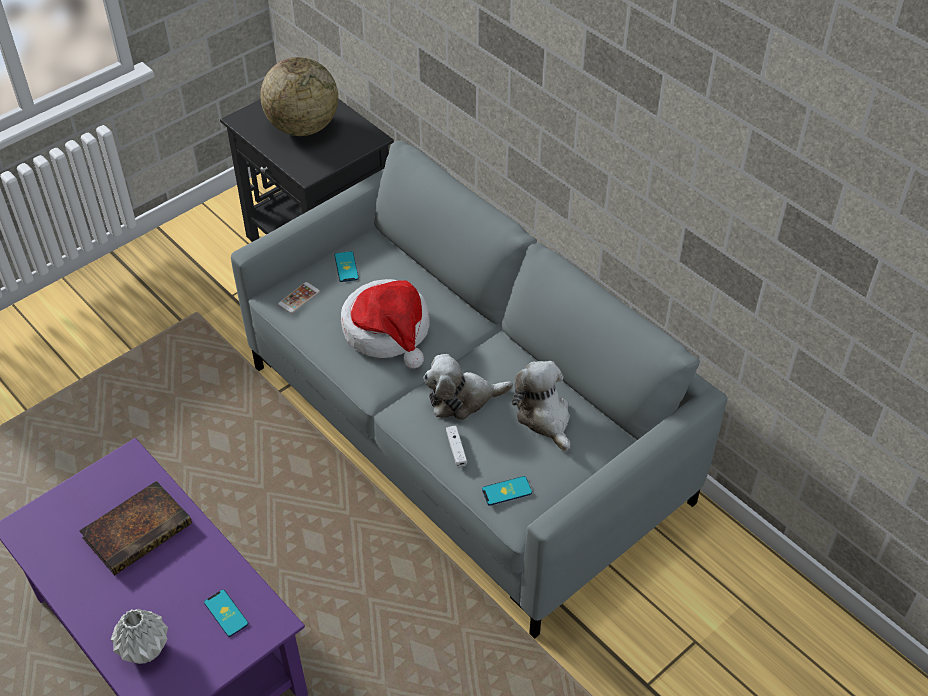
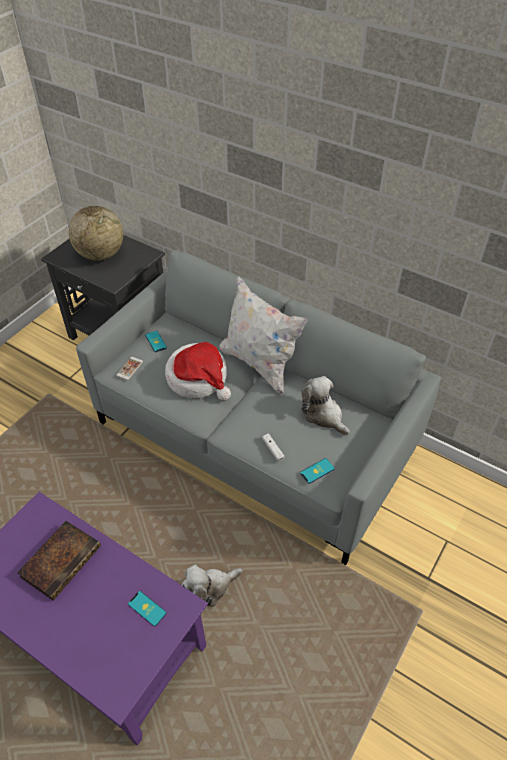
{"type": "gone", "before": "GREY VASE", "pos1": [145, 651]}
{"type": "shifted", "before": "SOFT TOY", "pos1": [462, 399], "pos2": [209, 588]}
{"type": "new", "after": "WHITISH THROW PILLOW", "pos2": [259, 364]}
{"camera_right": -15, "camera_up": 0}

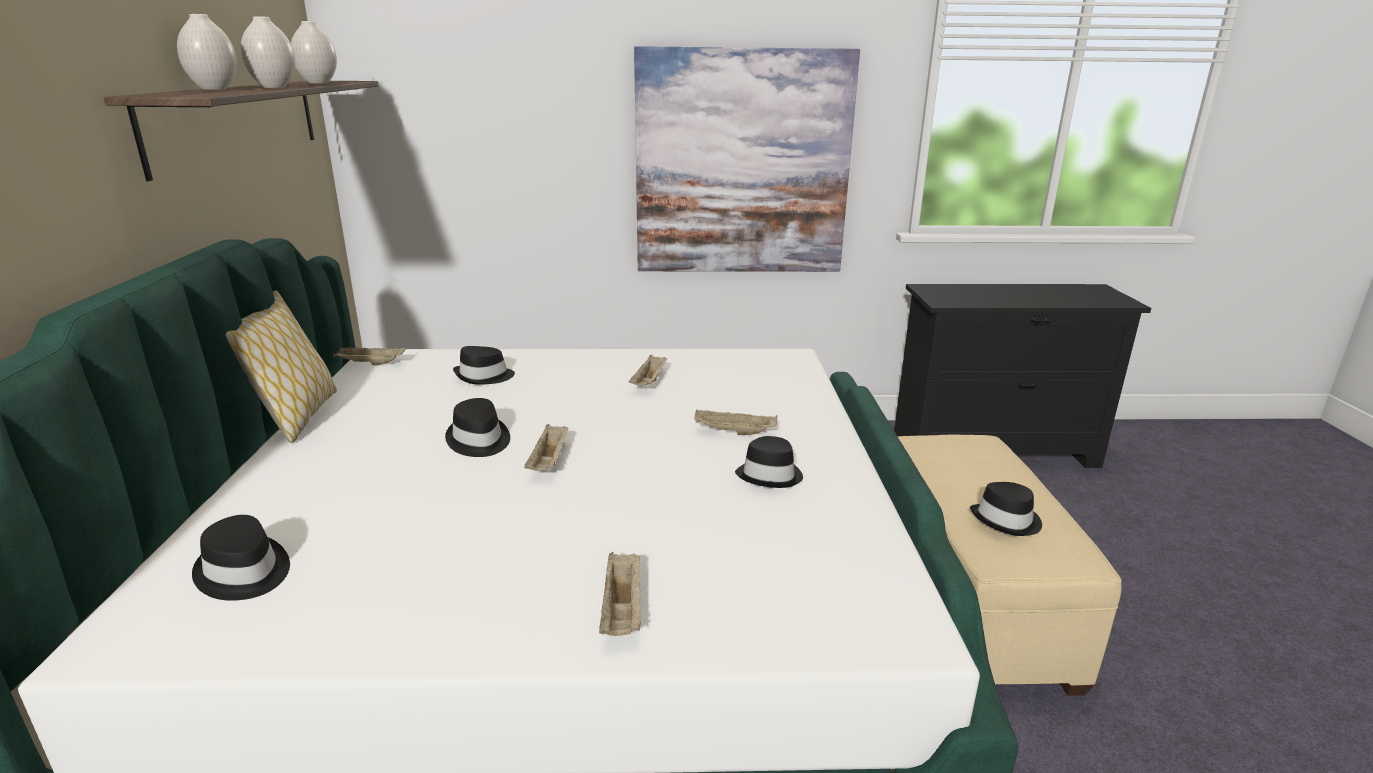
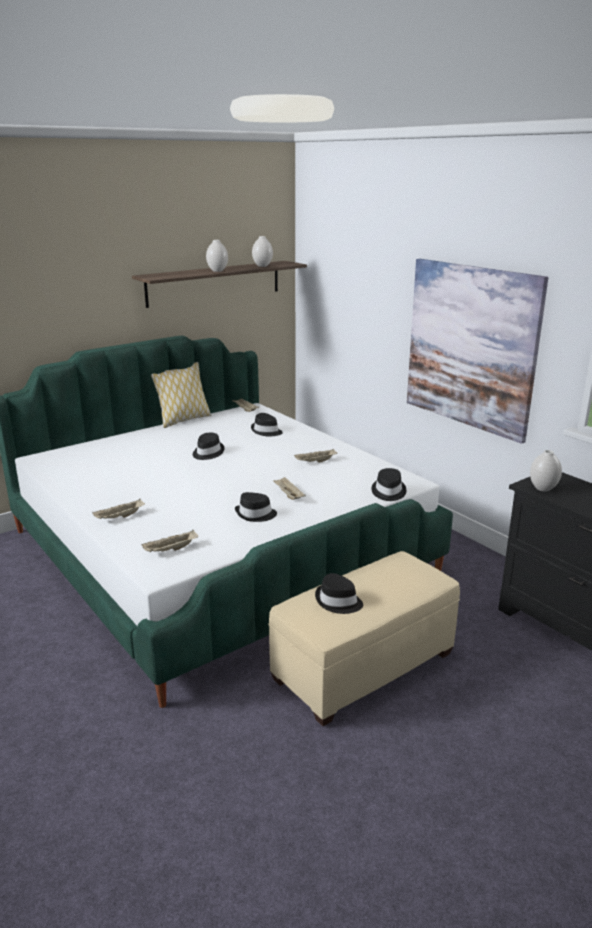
{"type": "shifted", "before": "WHITISH VASE", "pos1": [215, 89], "pos2": [543, 488]}
{"type": "shifted", "before": "BLACK WEARABLE HAT", "pos1": [243, 573], "pos2": [388, 492]}
{"type": "shifted", "before": "BEIGE CARRYING TRAY", "pos1": [549, 462], "pos2": [170, 550]}
{"camera_right": 55, "camera_up": 0}

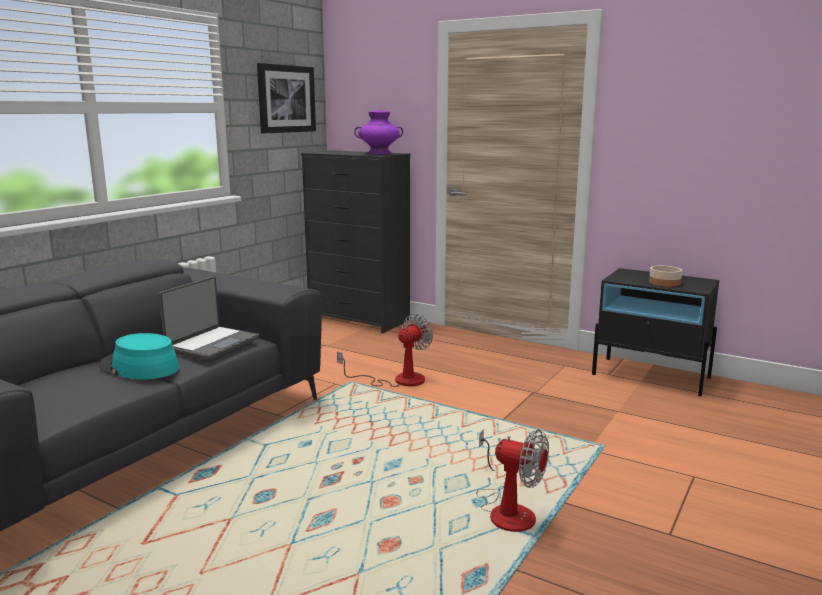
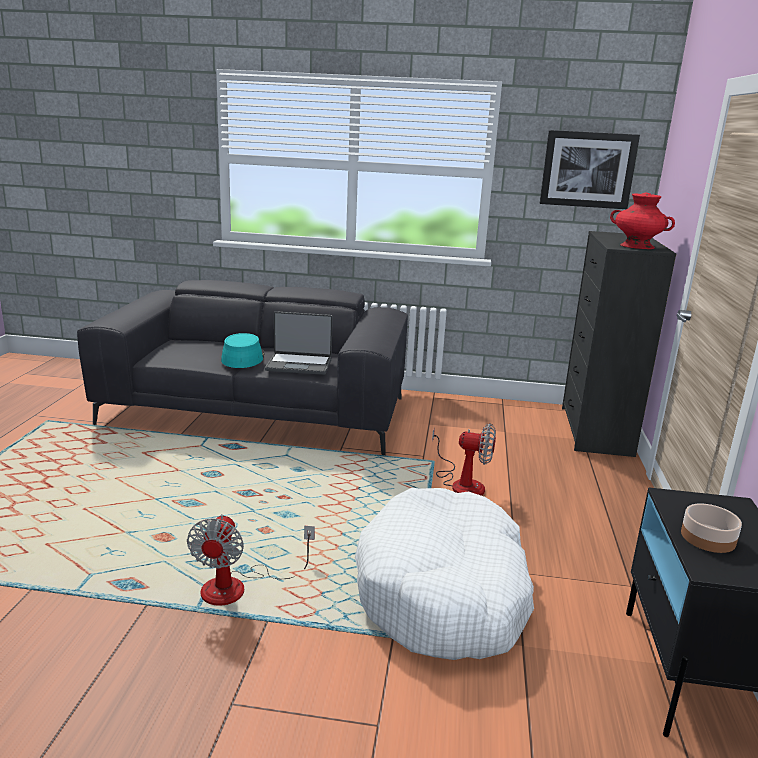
{"type": "repainted", "before": "PURPLE-COLOURED VASE", "after": "REDDISH VASE", "pos1": [379, 153], "pos2": [636, 246]}
{"type": "new", "after": "WHITISH PET BED", "pos2": [444, 593]}
{"camera_right": 65, "camera_up": 5}

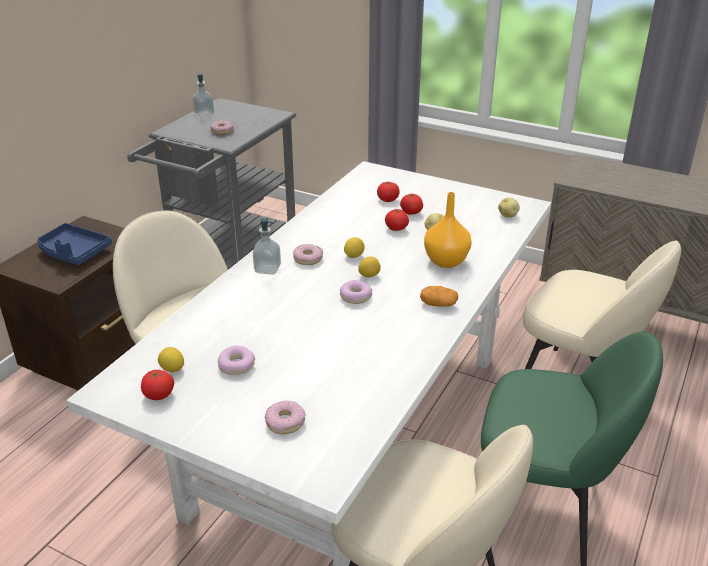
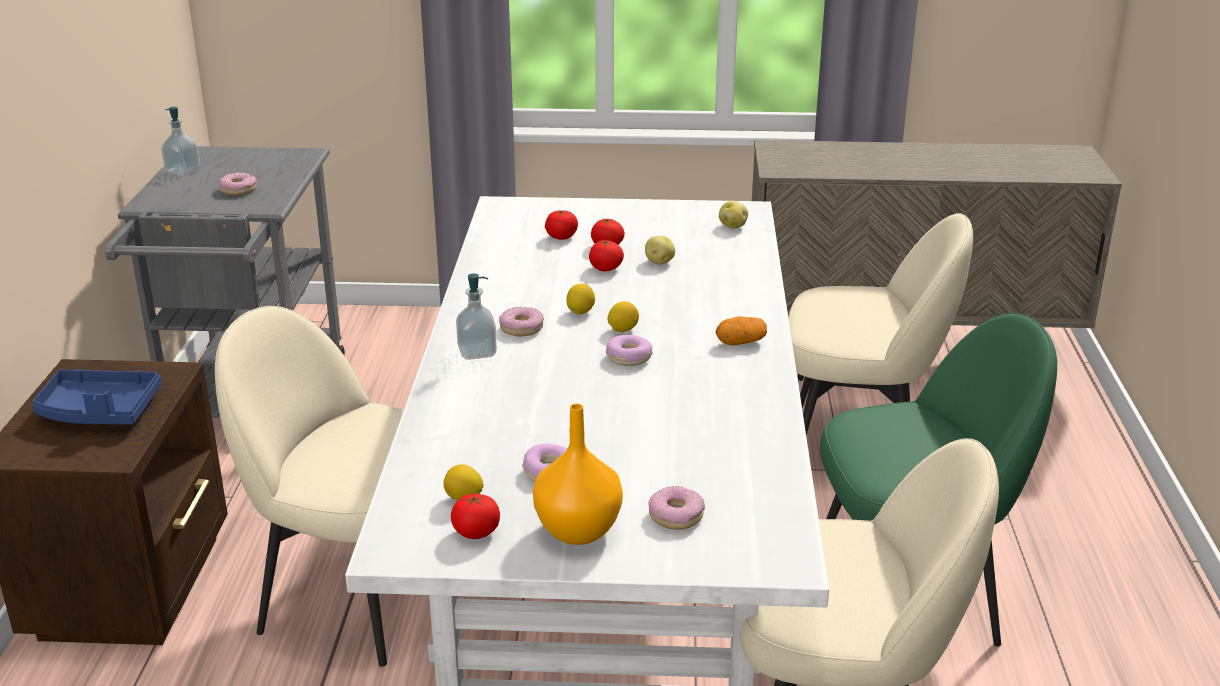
{"type": "shifted", "before": "ORANGE-COLOURED VASE", "pos1": [445, 261], "pos2": [576, 531]}
{"camera_right": -25, "camera_up": -5}

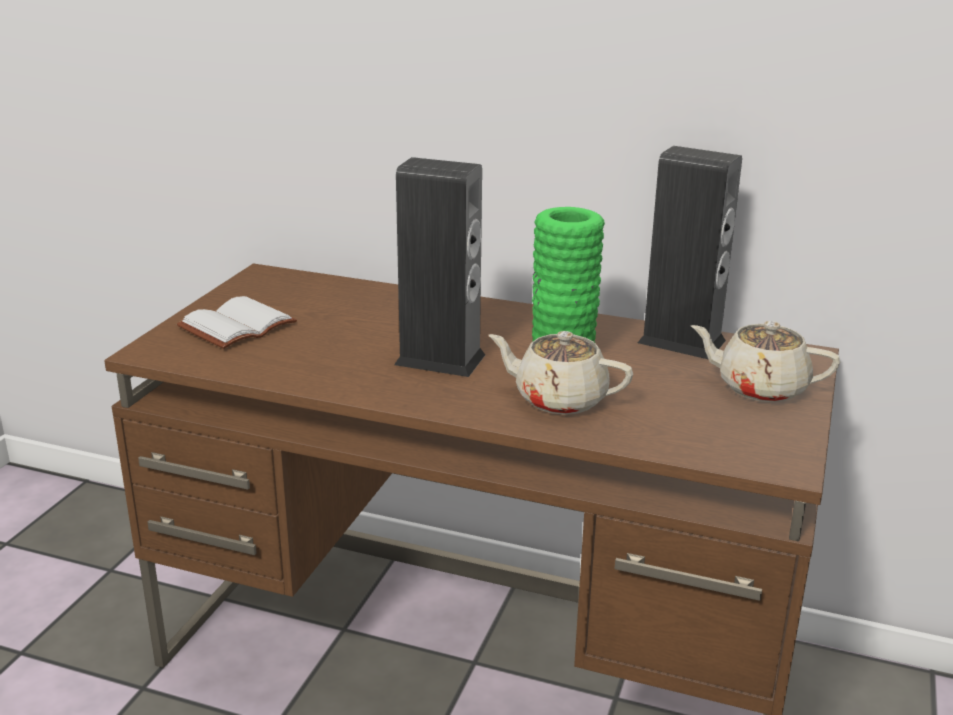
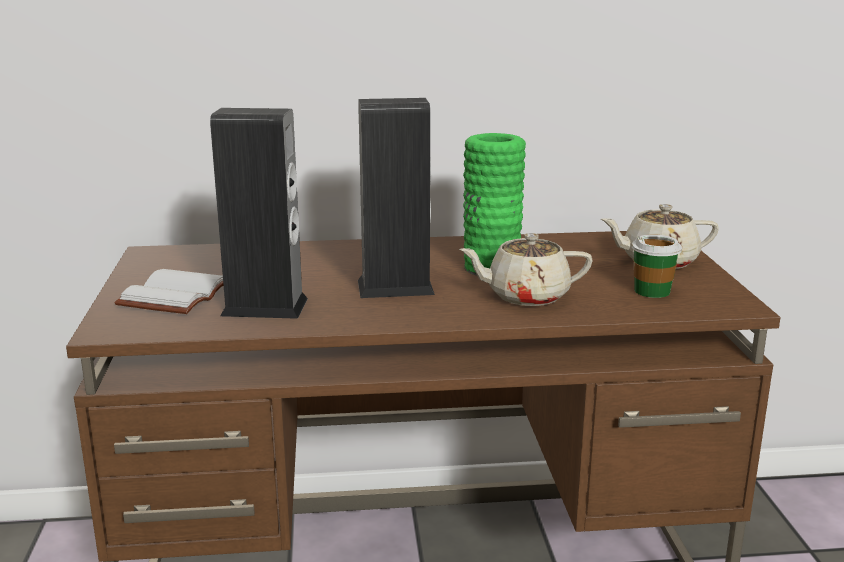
{"type": "shifted", "before": "LOUDSPEAKER", "pos1": [681, 341], "pos2": [264, 307]}
{"type": "new", "after": "CUP", "pos2": [652, 291]}
{"camera_right": -25, "camera_up": -5}

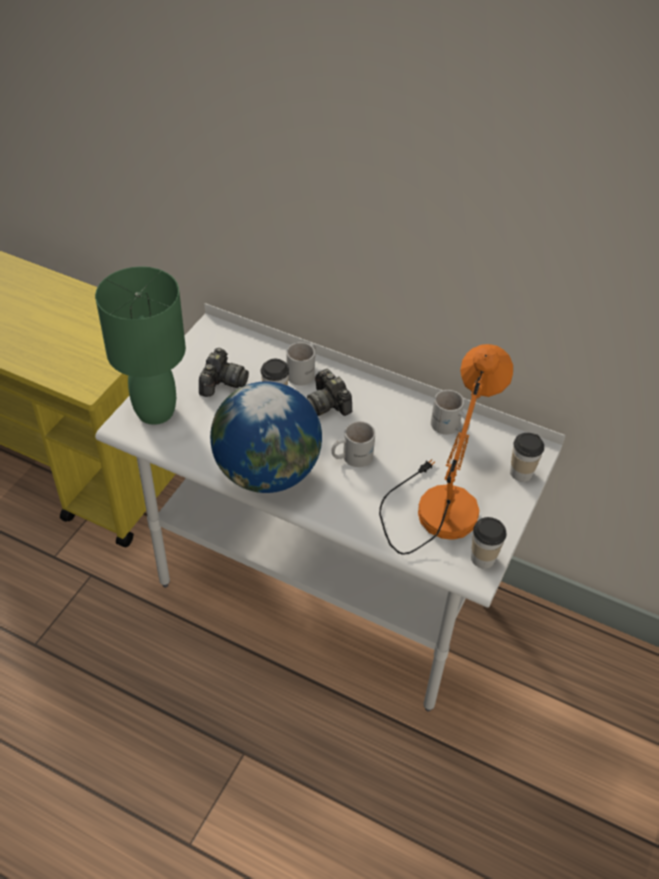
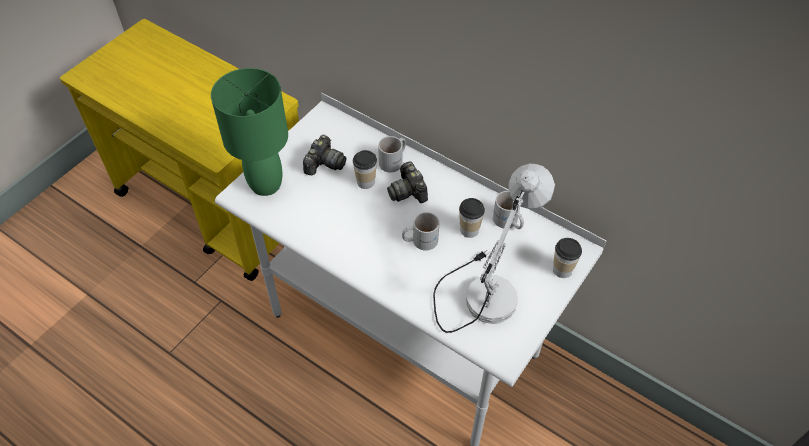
{"type": "gone", "before": "WORLD GLOBE", "pos1": [267, 473]}
{"type": "repainted", "before": "ORANGE-COLOURED LAMP FOR A TABLE", "after": "WHITISH LAMP FOR A TABLE", "pos1": [434, 502], "pos2": [482, 288]}
{"type": "shifted", "before": "CUP", "pos1": [483, 558], "pos2": [469, 230]}
{"camera_right": 10, "camera_up": 5}

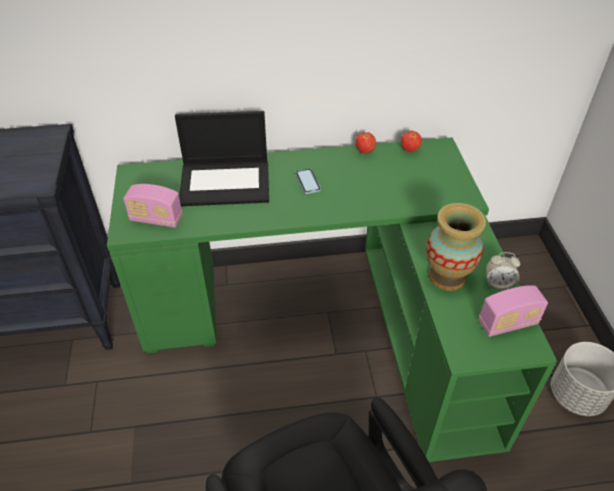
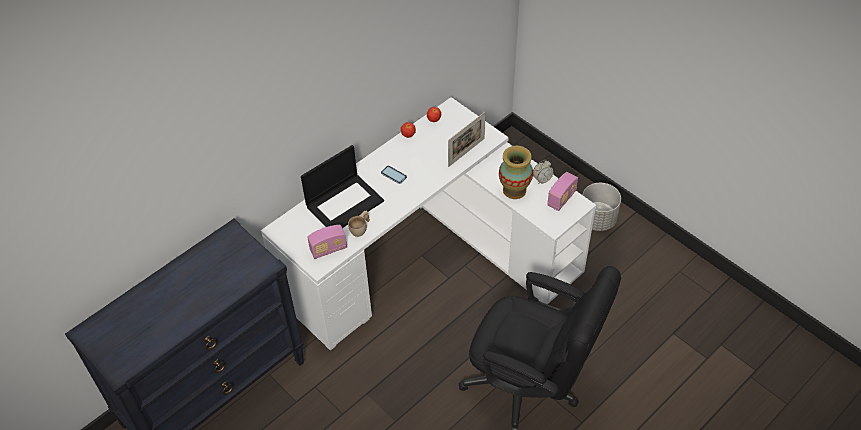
{"type": "repainted", "before": "GREEN-COLOURED DESK", "after": "WHITISH DESK", "pos1": [333, 320], "pos2": [429, 258]}
{"type": "new", "after": "BEIGE CUP", "pos2": [361, 229]}
{"type": "new", "after": "PICTURE FRAME", "pos2": [466, 152]}
{"camera_right": -35, "camera_up": 5}

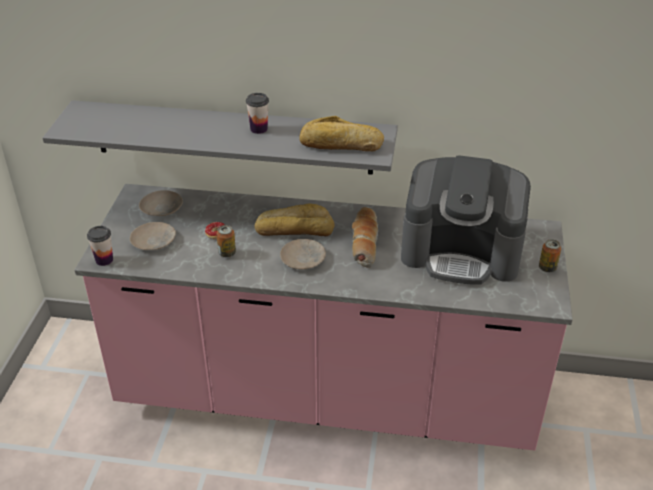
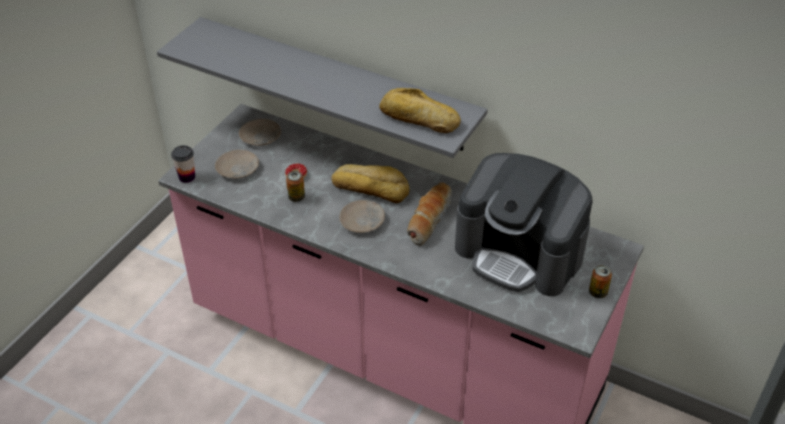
{"type": "gone", "before": "CUP", "pos1": [259, 129]}
{"camera_right": 20, "camera_up": 5}

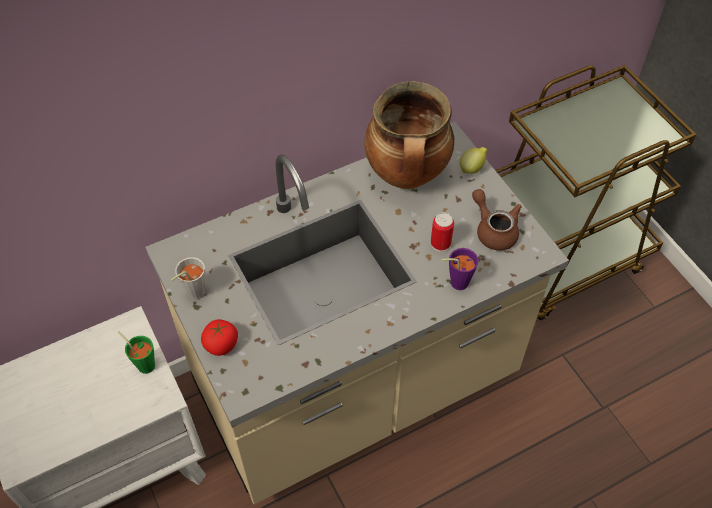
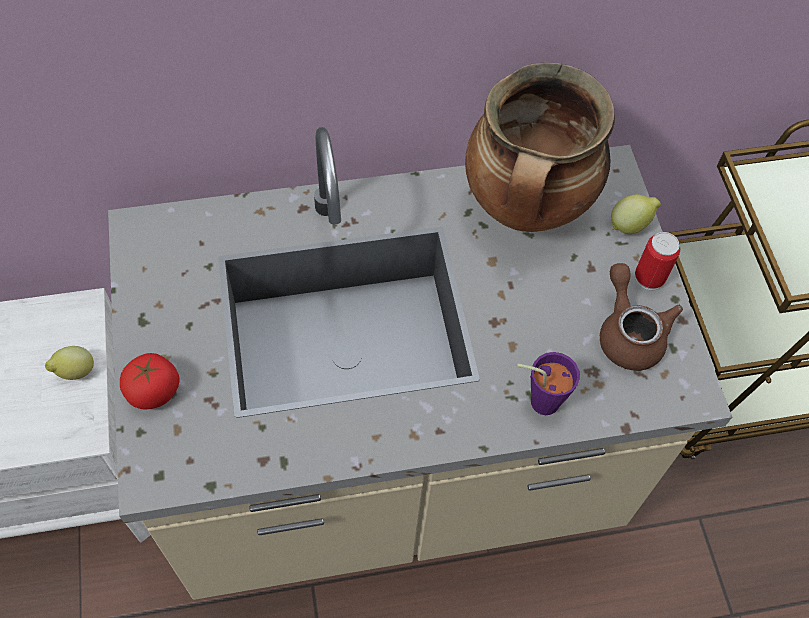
{"type": "swapped", "before": "GREEN-COLOURED CUP", "after": "WHOLE LEMON", "pos1": [143, 363], "pos2": [75, 372]}
{"type": "gone", "before": "GREY CUP", "pos1": [192, 294]}
{"type": "shifted", "before": "SEALED CAN", "pos1": [440, 244], "pos2": [649, 277]}
{"camera_right": 15, "camera_up": 5}

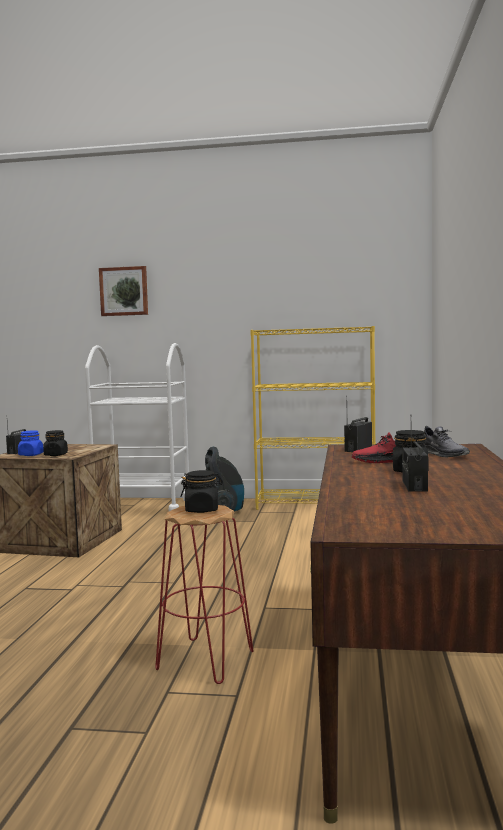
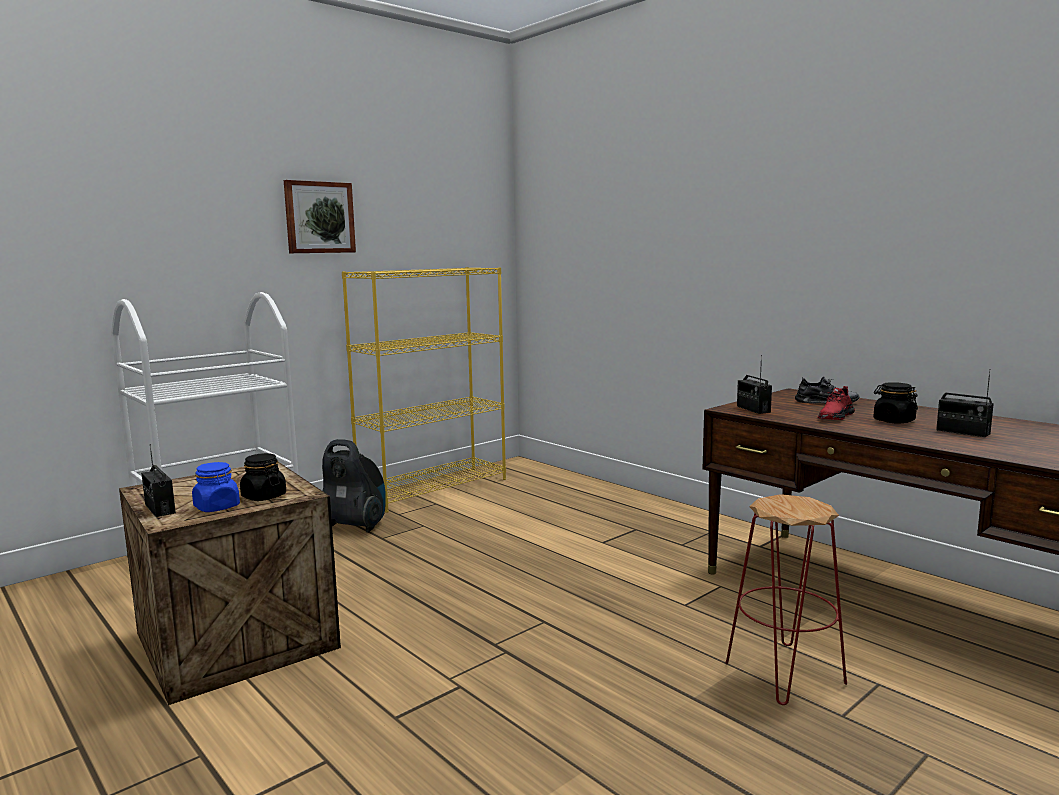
{"type": "shifted", "before": "WALL ART", "pos1": [124, 291], "pos2": [319, 217]}
{"type": "gone", "before": "BLACK JAR", "pos1": [202, 510]}
{"camera_right": -50, "camera_up": 5}

